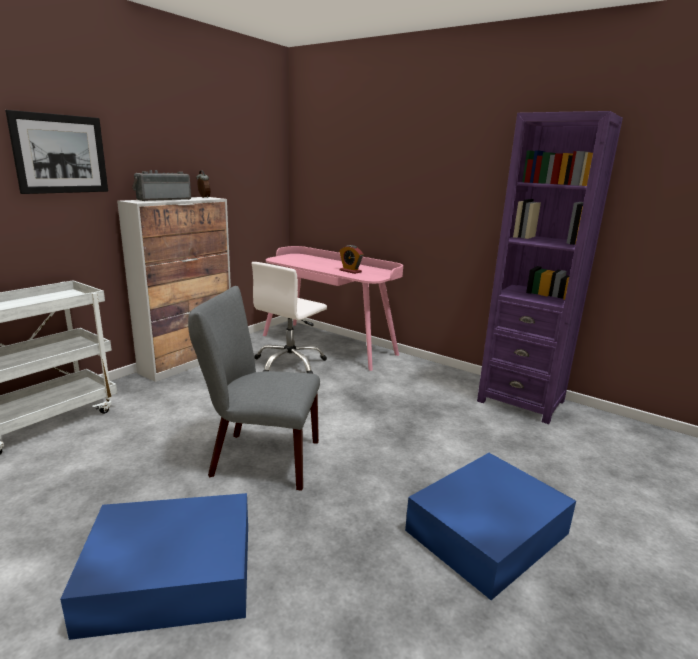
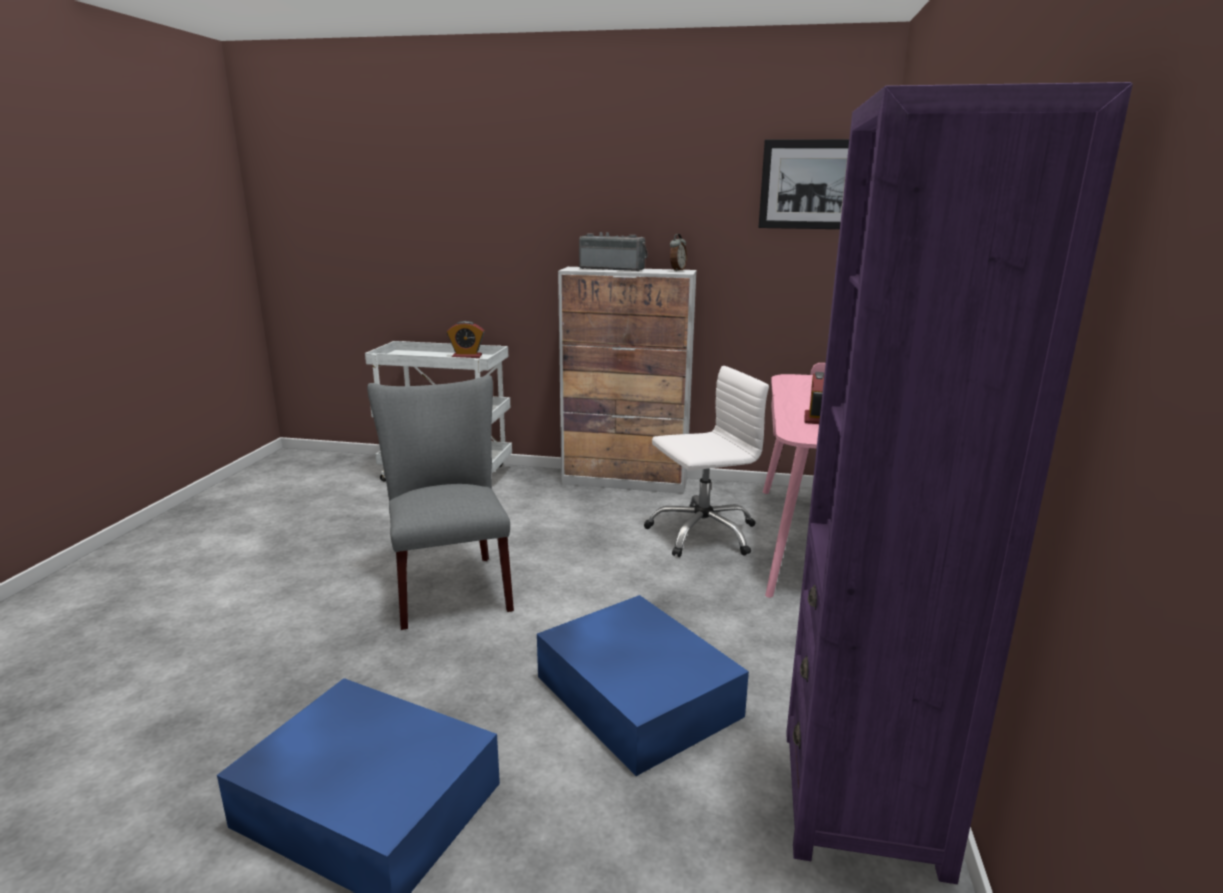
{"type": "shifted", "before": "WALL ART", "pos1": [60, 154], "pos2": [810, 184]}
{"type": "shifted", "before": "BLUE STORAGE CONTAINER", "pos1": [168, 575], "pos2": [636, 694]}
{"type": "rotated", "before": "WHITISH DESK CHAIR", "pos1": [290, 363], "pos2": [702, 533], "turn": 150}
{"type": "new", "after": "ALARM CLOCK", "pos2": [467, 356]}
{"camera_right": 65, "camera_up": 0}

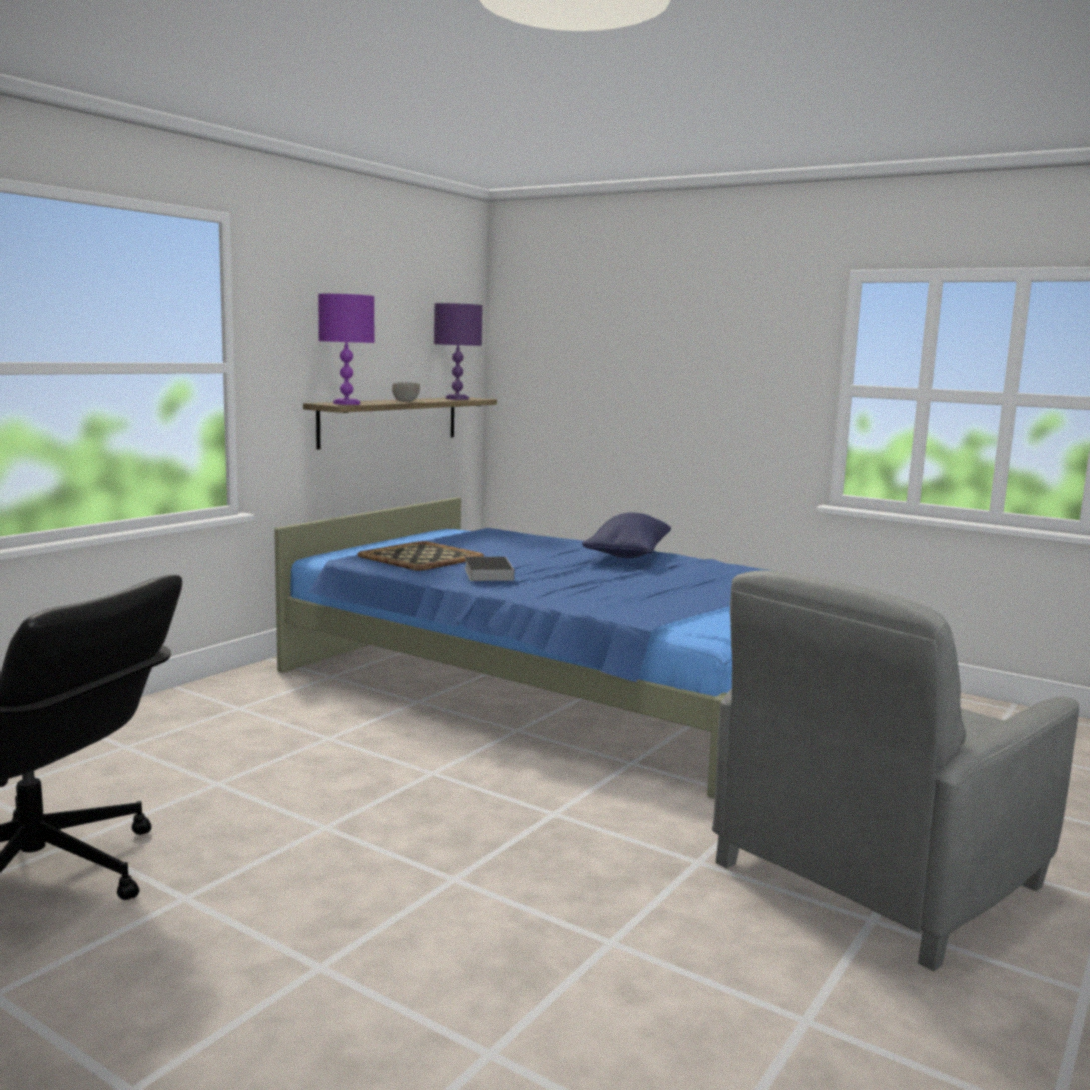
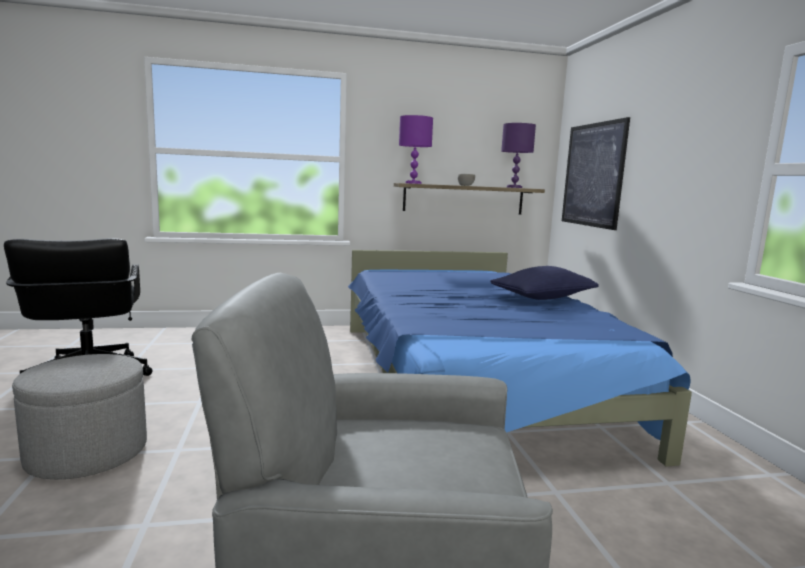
{"type": "gone", "before": "CARRYING TRAY", "pos1": [419, 557]}
{"type": "gone", "before": "VOLUME", "pos1": [487, 573]}
{"type": "new", "after": "GREY POUFFE", "pos2": [87, 453]}
{"type": "new", "after": "WALL ART", "pos2": [593, 175]}
{"camera_right": 45, "camera_up": 0}

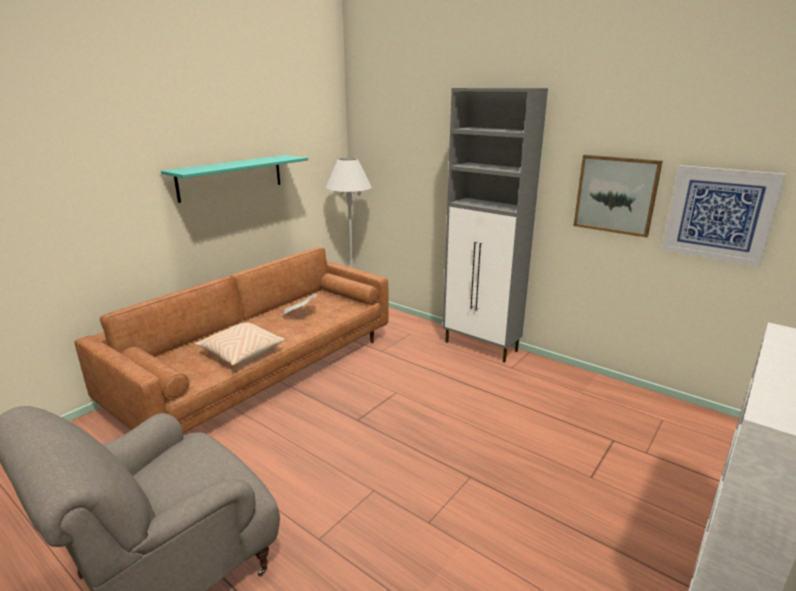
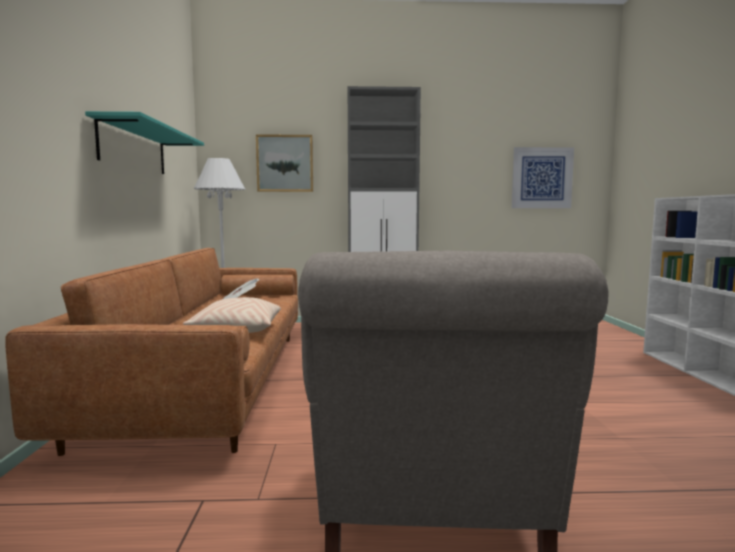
{"type": "shifted", "before": "WALL ART", "pos1": [616, 194], "pos2": [285, 163]}
{"camera_right": -40, "camera_up": -15}

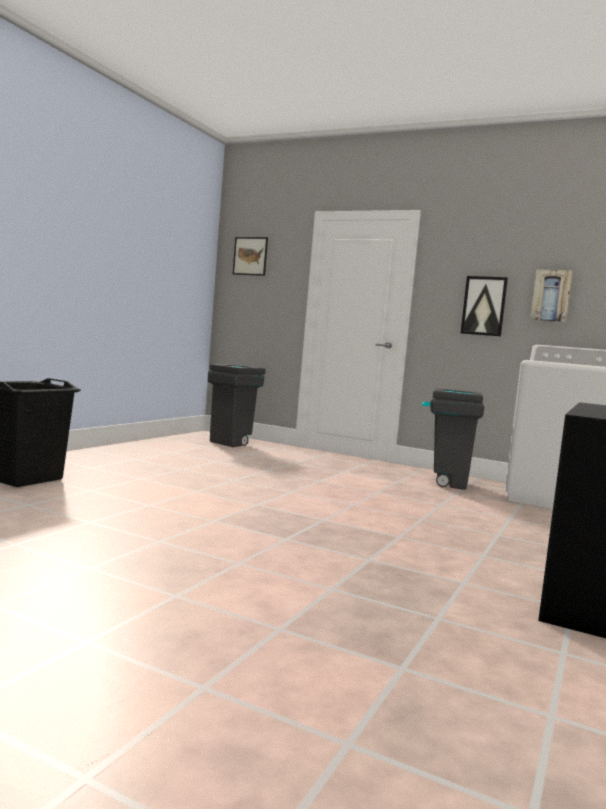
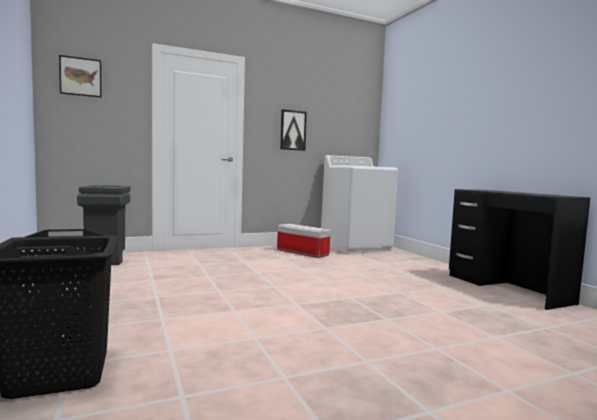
{"type": "swapped", "before": "GREY RUBBISH BIN", "after": "STORAGE CONTAINER", "pos1": [445, 483], "pos2": [301, 252]}
{"type": "gone", "before": "WALL ART", "pos1": [551, 296]}
{"camera_right": -50, "camera_up": 0}

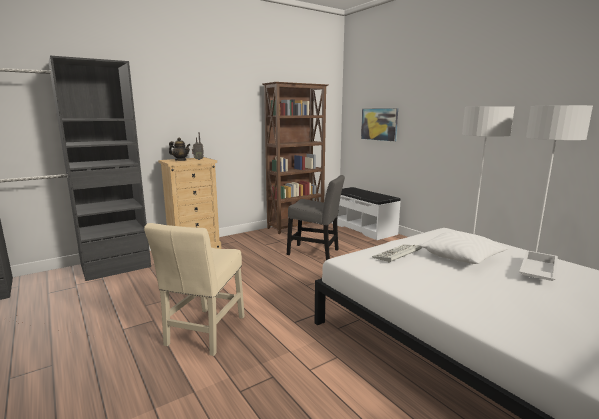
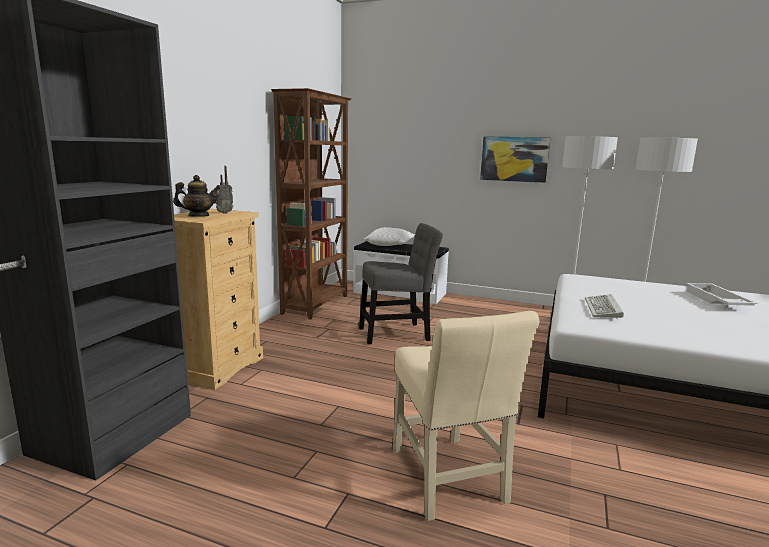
{"type": "shifted", "before": "WALL ART", "pos1": [379, 124], "pos2": [514, 159]}
{"type": "shifted", "before": "WHITISH THROW PILLOW", "pos1": [462, 258], "pos2": [390, 245]}
{"camera_right": -35, "camera_up": 0}

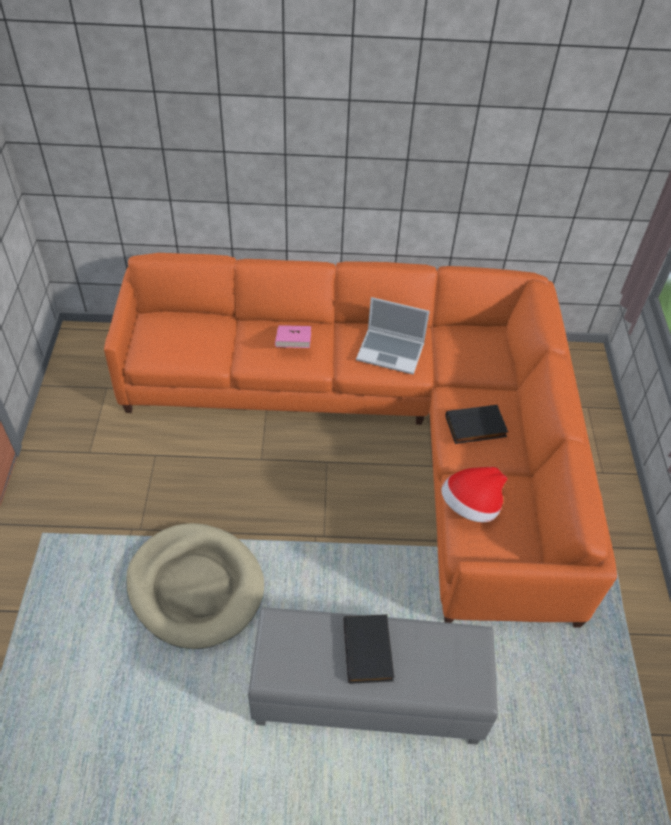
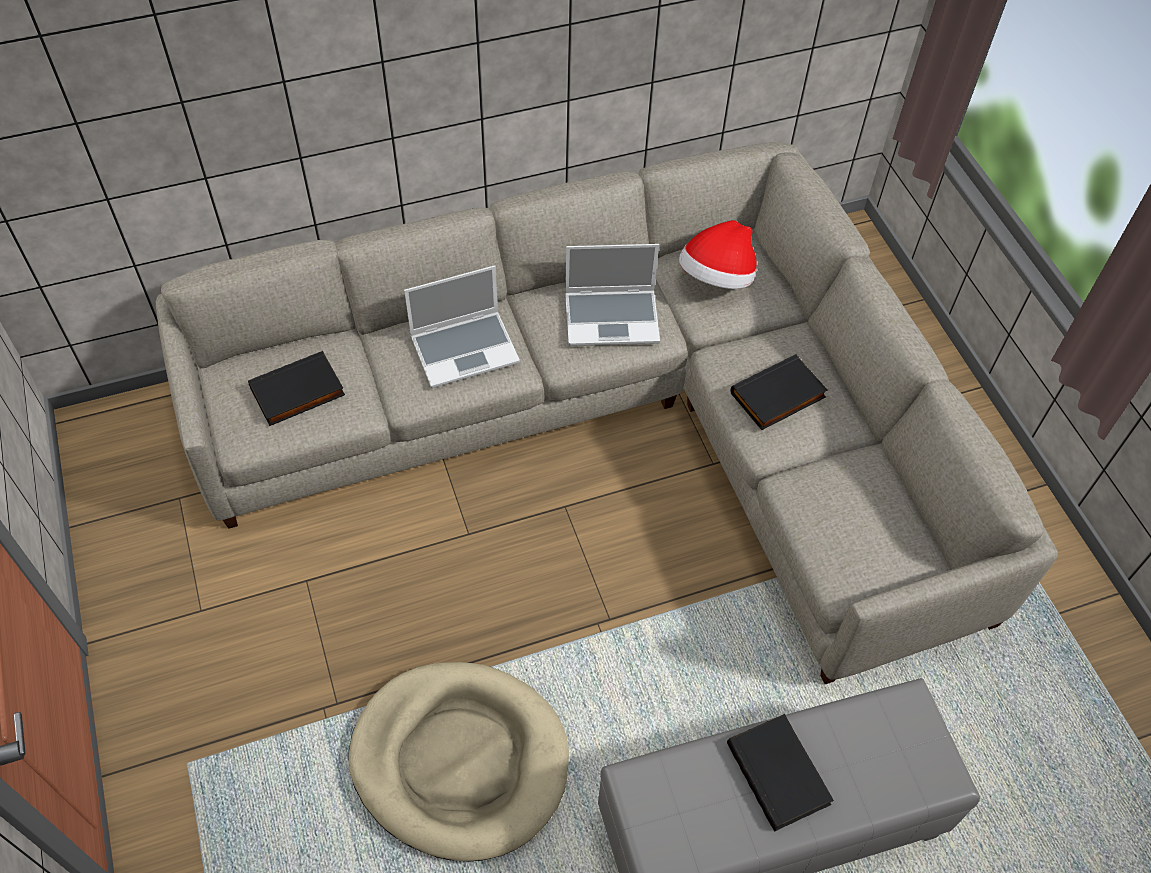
{"type": "repainted", "before": "ORANGE-COLOURED SOFA", "after": "GREY SOFA", "pos1": [384, 422], "pos2": [619, 420]}
{"type": "swapped", "before": "PINK-COLOURED VOLUME", "after": "NOTEBOOK COMPUTER", "pos1": [293, 344], "pos2": [465, 349]}
{"type": "shifted", "before": "WEARABLE HAT", "pos1": [470, 506], "pos2": [717, 278]}
{"type": "new", "after": "BLACK VOLUME", "pos2": [297, 393]}
{"camera_right": -20, "camera_up": 5}

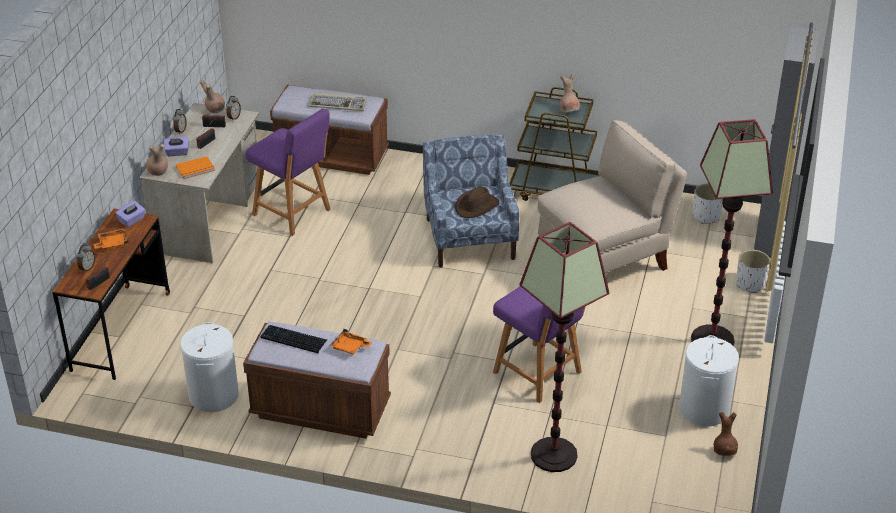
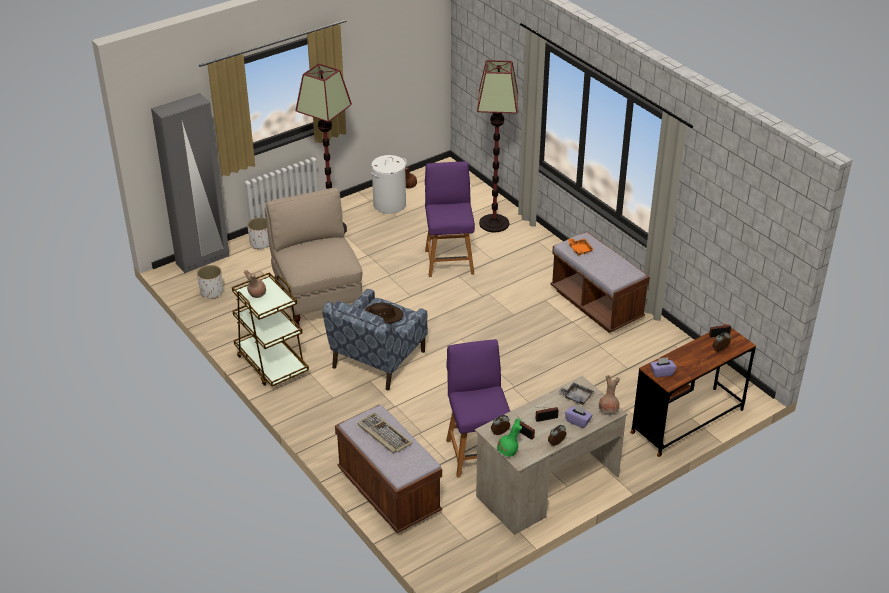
{"type": "gone", "before": "ORANGE-COLOURED CARRYING TRAY", "pos1": [112, 244]}
{"type": "swapped", "before": "ORANGE-COLOURED VOLUME", "after": "GREY CARRYING TRAY", "pos1": [196, 169], "pos2": [576, 396]}
{"type": "gone", "before": "WHITISH HAMPER", "pos1": [213, 395]}
{"type": "repainted", "before": "BROWN VASE", "after": "GREEN-COLOURED VASE", "pos1": [214, 109], "pos2": [508, 452]}
{"type": "gone", "before": "COMPUTER KEYBOARD", "pos1": [293, 339]}
{"type": "rotated", "before": "BEIGE CHAIR", "pos1": [604, 261], "pos2": [318, 299], "turn": 60}
{"camera_right": -140, "camera_up": 0}

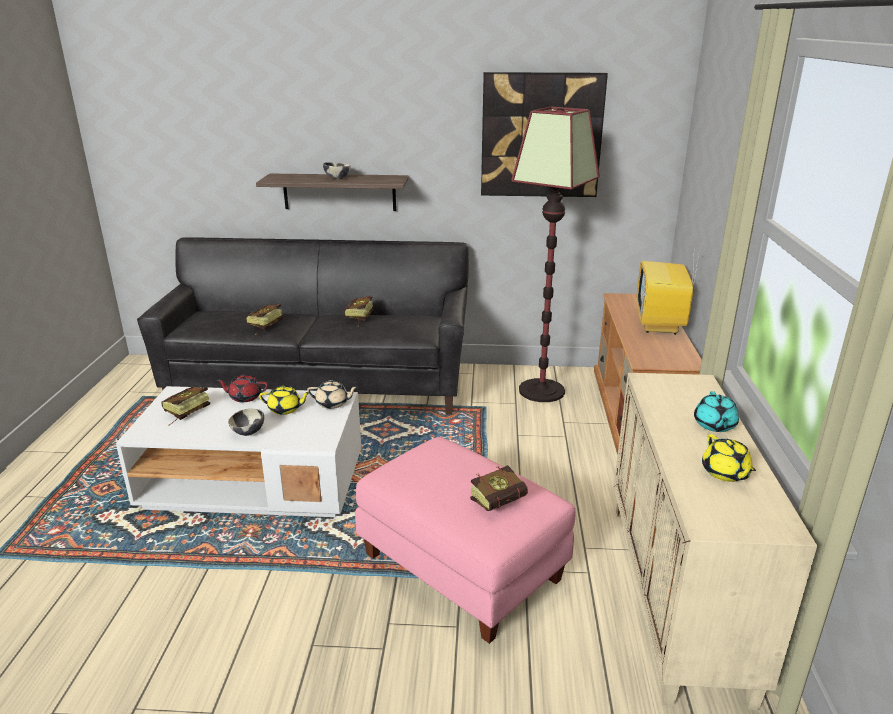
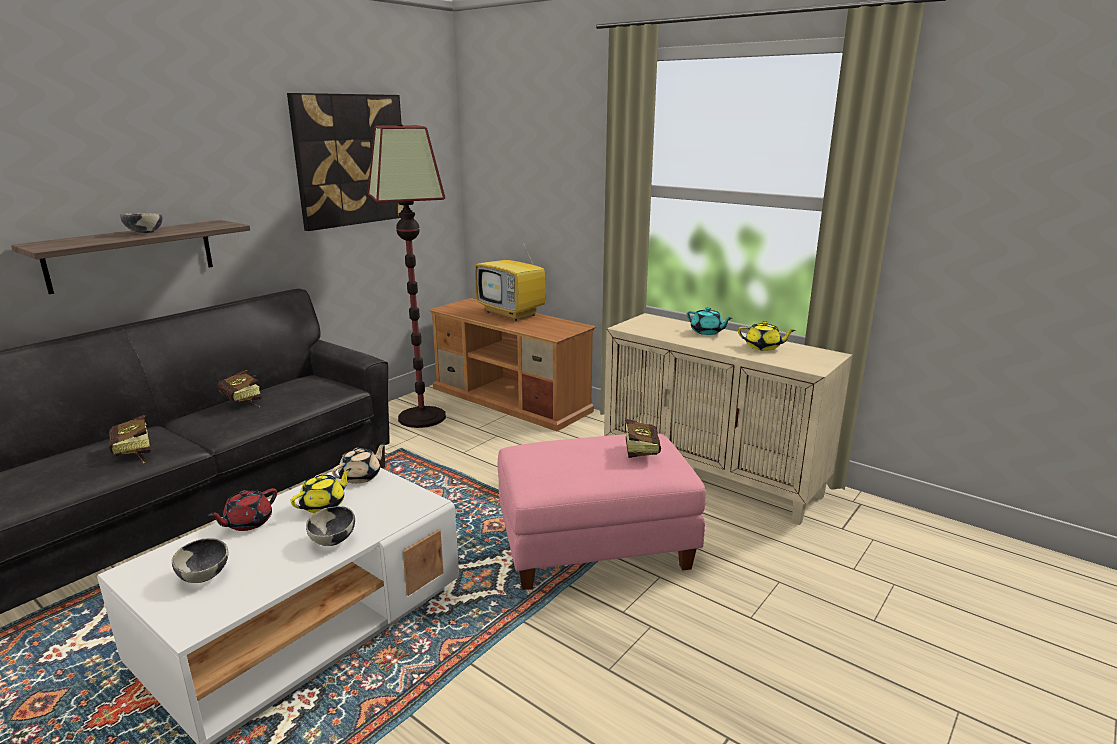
{"type": "swapped", "before": "VOLUME", "after": "BOWL", "pos1": [184, 413], "pos2": [204, 576]}
{"camera_right": -55, "camera_up": -5}

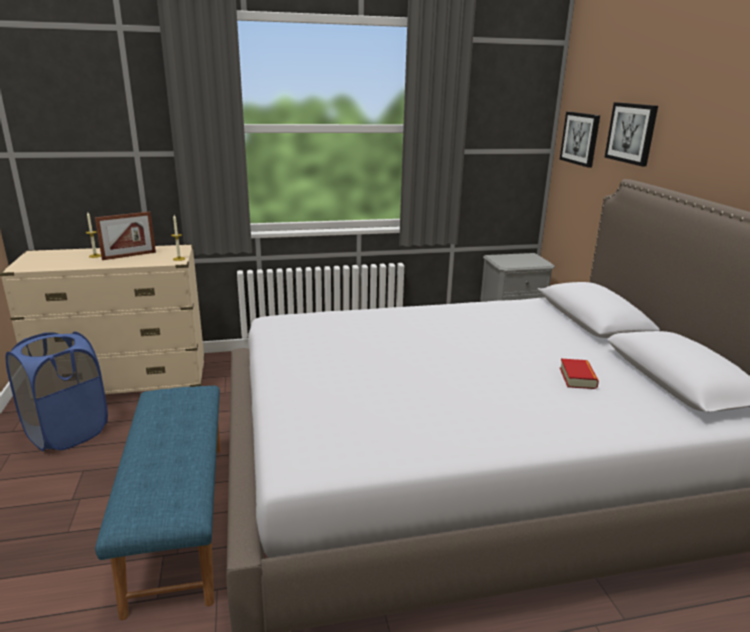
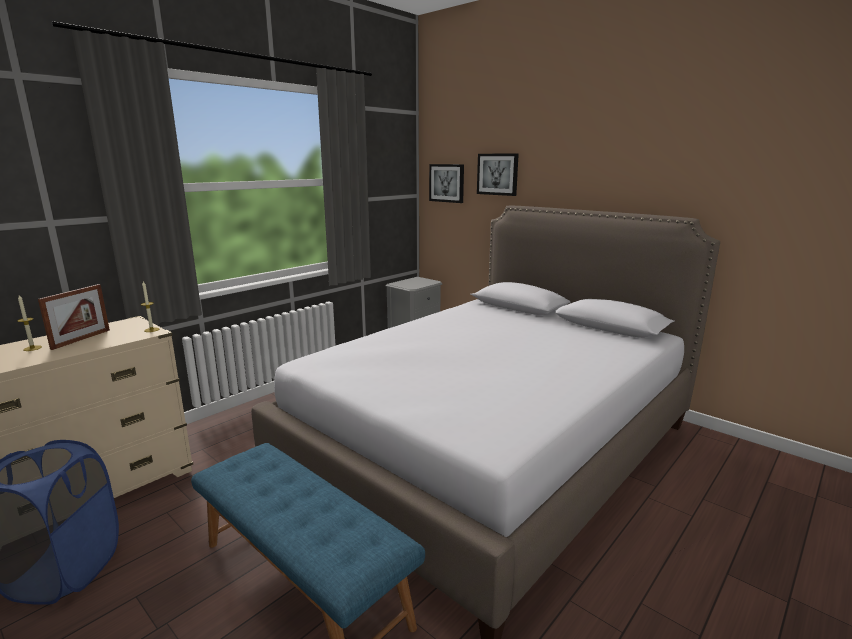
{"type": "gone", "before": "VOLUME", "pos1": [577, 378]}
{"camera_right": -35, "camera_up": -5}

